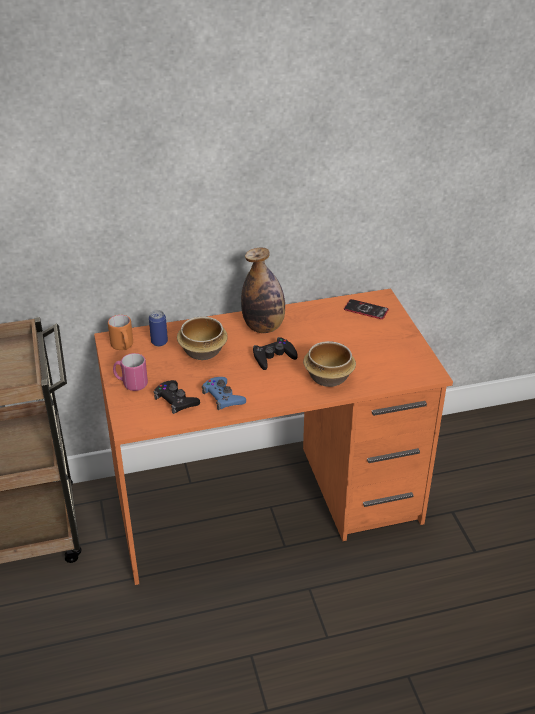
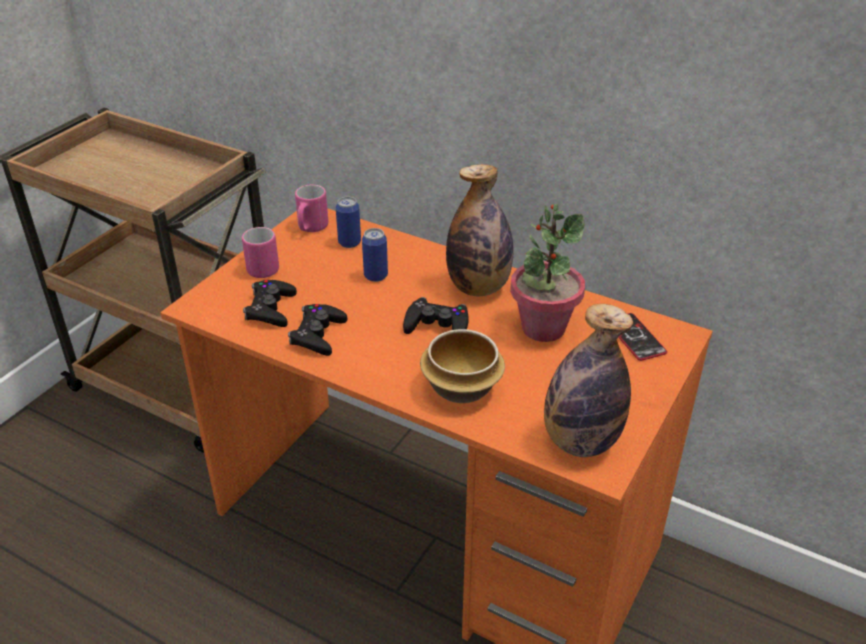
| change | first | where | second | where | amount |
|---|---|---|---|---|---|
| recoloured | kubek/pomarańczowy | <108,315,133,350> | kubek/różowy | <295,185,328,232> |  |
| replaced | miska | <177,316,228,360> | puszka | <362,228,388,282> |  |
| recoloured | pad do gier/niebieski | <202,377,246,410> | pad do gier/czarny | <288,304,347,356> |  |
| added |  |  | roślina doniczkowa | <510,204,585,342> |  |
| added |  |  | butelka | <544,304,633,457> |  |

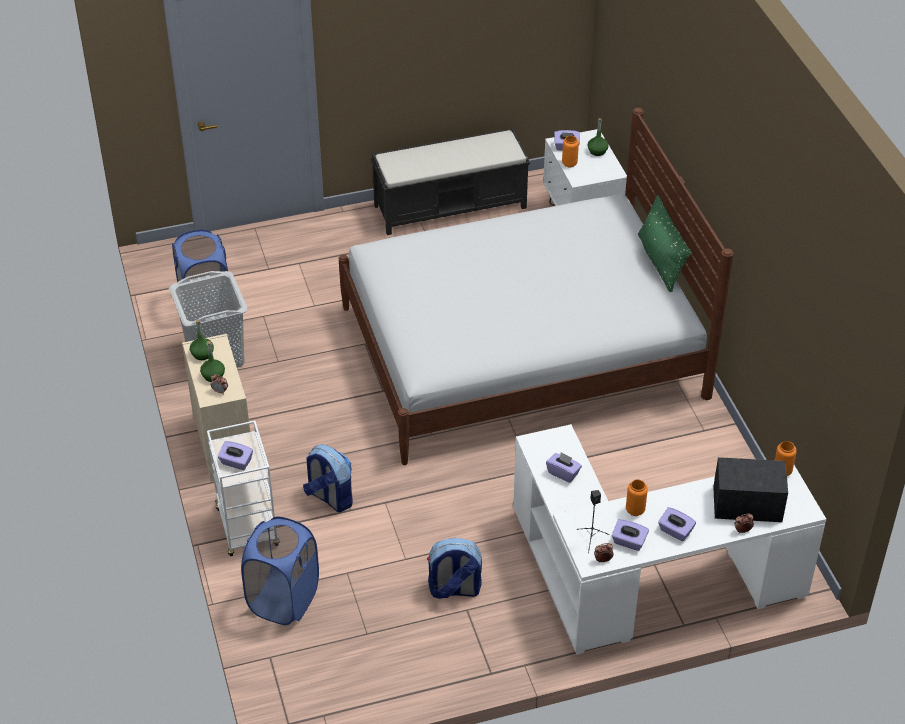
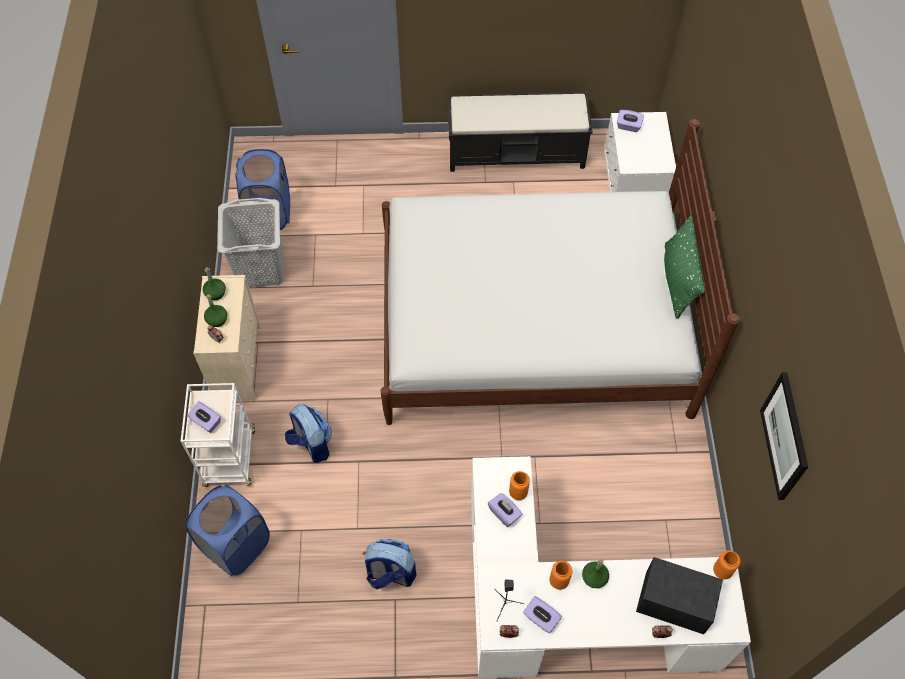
| change | first | where | second | where | amount |
|---|---|---|---|---|---|
| moved | wazon/pomarańczowy | <562,136,579,167> |  | <509,471,530,500> |  |
| moved | butelka/zielony | <587,118,609,156> |  | <582,559,609,588> |  |
| removed | pudełko chusteczek/fioletowy | <658,507,696,541> |  |  |  |
| added |  |  | obraz | <760,372,808,500> |  |

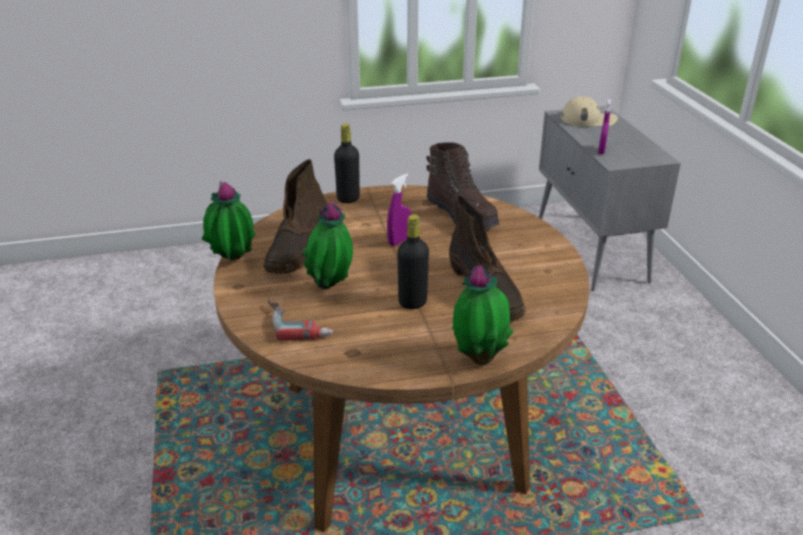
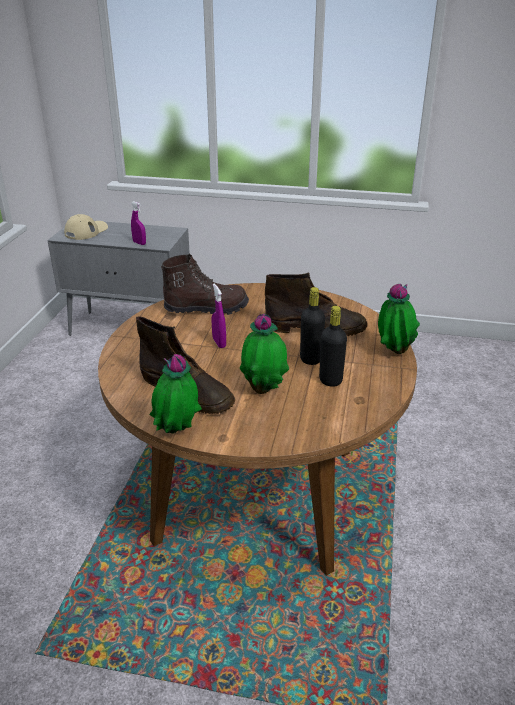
| change | first | where | second | where | amount |
|---|---|---|---|---|---|
| removed | wiertarka | <268,300,333,341> |  |  |  |
| moved | butelka/czarny | <334,124,360,203> |  | <319,306,347,387> |  |

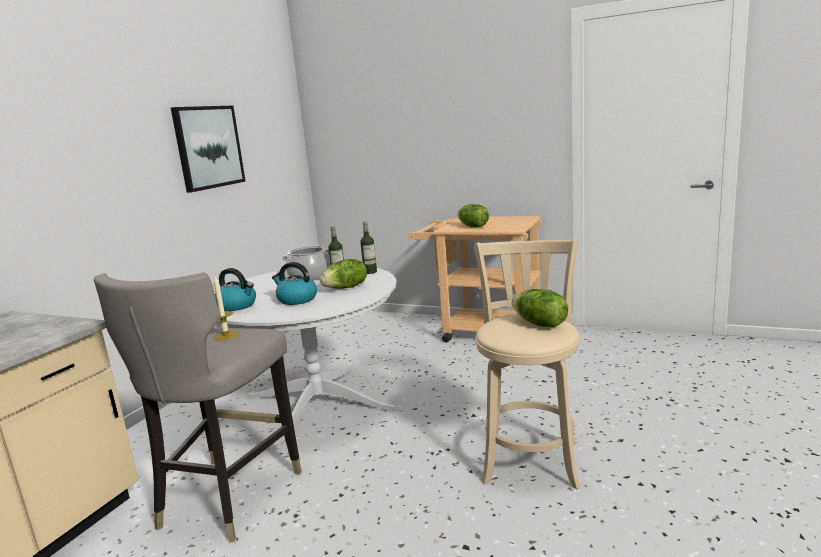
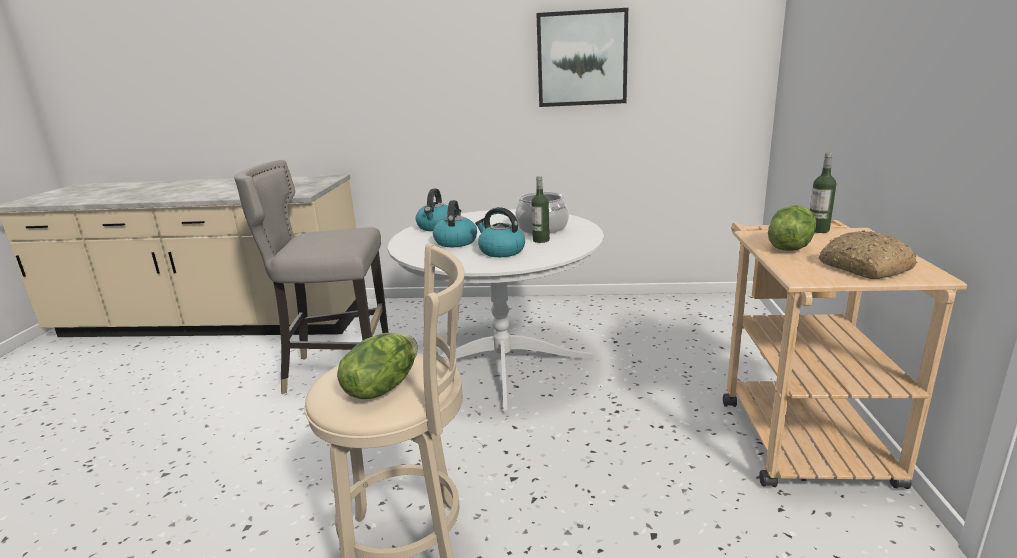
| change | first | where | second | where | amount |
|---|---|---|---|---|---|
| removed | świeca | <214,276,238,340> |  |  |  |
| replaced | sałata | <320,259,367,289> | czajnik | <475,207,525,257> |  |
| moved | butelka | <360,222,377,274> |  | <810,153,836,233> |  |
| added |  |  | chleb | <818,230,917,279> |  |

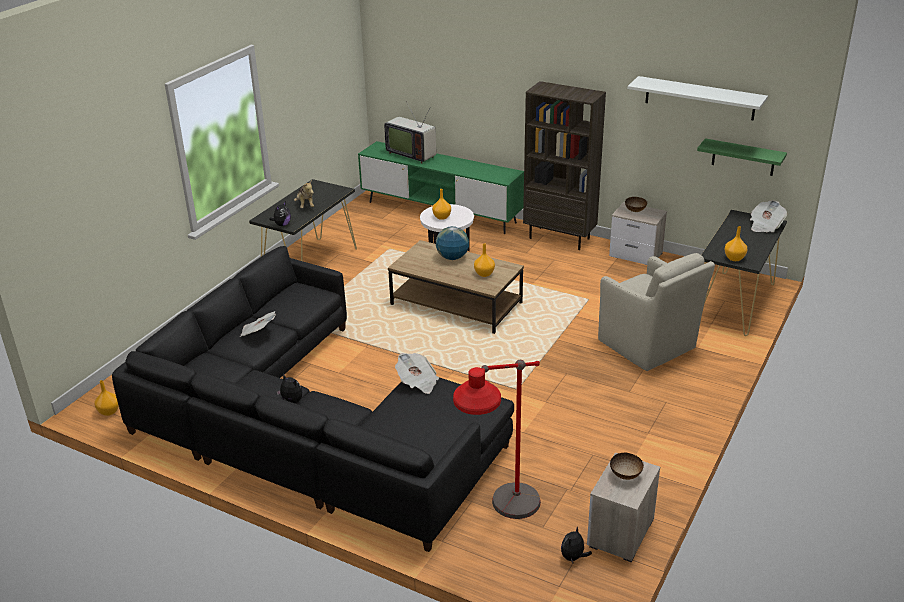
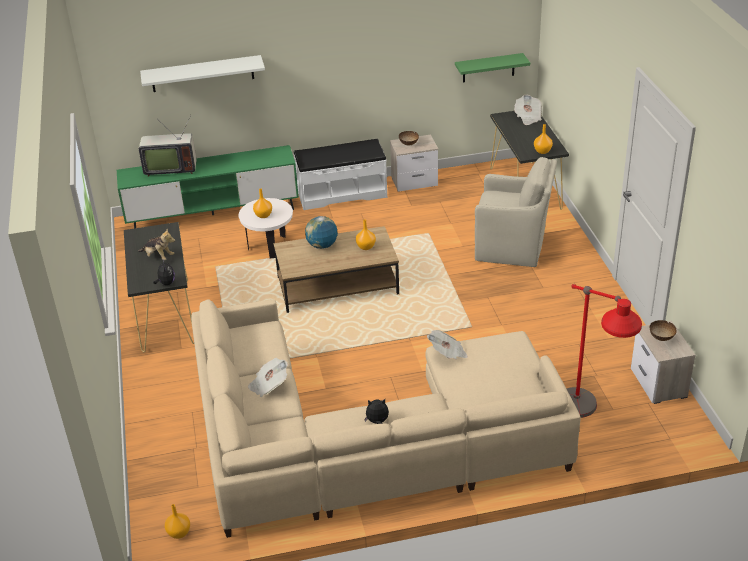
| change | first | where | second | where | amount |
|---|---|---|---|---|---|
| recoloured | kanapa/czarny | <112,246,514,552> | kanapa/beżowy | <191,299,581,538> |  |
| replaced | regał/brązowy | <523,81,606,250> | ławka/biały | <294,139,387,210> |  |
| removed | pluszak | <561,527,592,563> |  |  |  |
| moved | półka/biały | <627,76,768,120> |  | <140,55,265,92> |  |

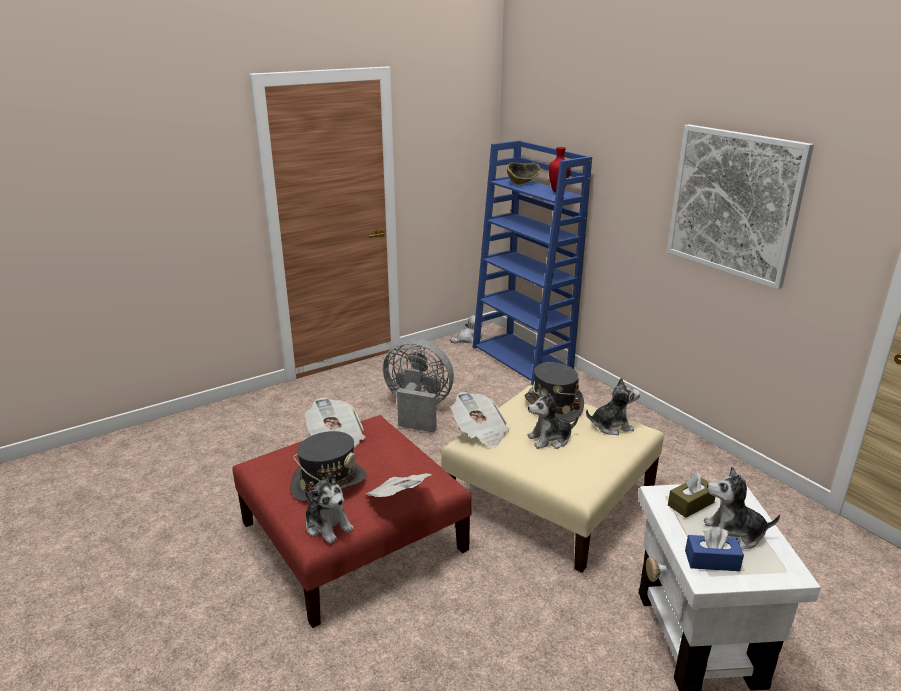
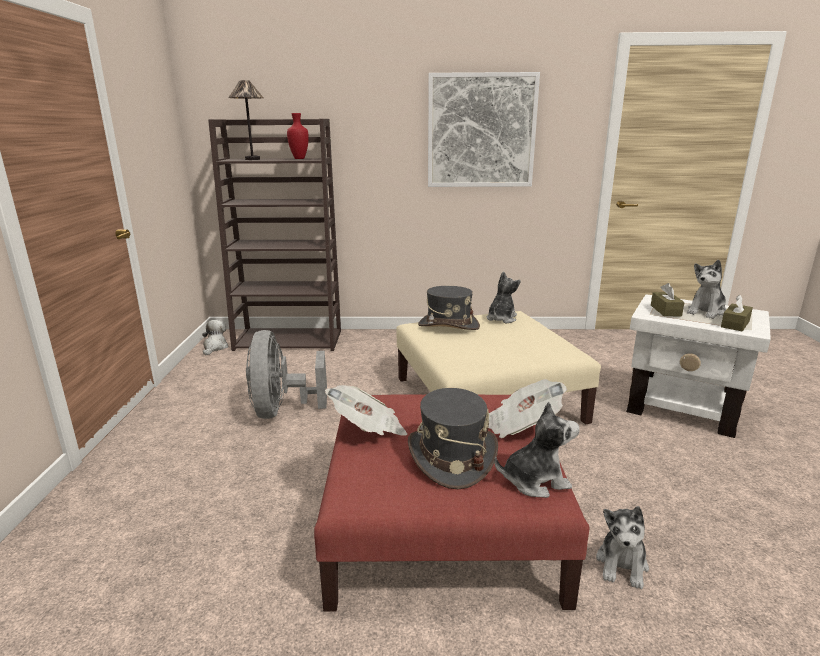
| change | first | where | second | where | amount |
|---|---|---|---|---|---|
| turned | wentylator/szary | <383,339,454,433> |  | <246,330,327,419> | 60 degrees counterclockwise |
| removed | gazeta | <451,392,510,448> |  |  |  |
| recoloured | regał/niebieski | <473,140,592,385> | regał/brązowy | <208,119,341,351> |  |
| replaced | miska | <507,162,541,185> | lampa stołowa | <228,80,263,160> |  |
| moved | pluszak | <527,390,578,449> |  | <596,506,649,589> |  |
| recoloured | pudełko chusteczek/niebieski | <685,527,744,571> | pudełko chusteczek/brązowy | <721,295,753,331> |  |

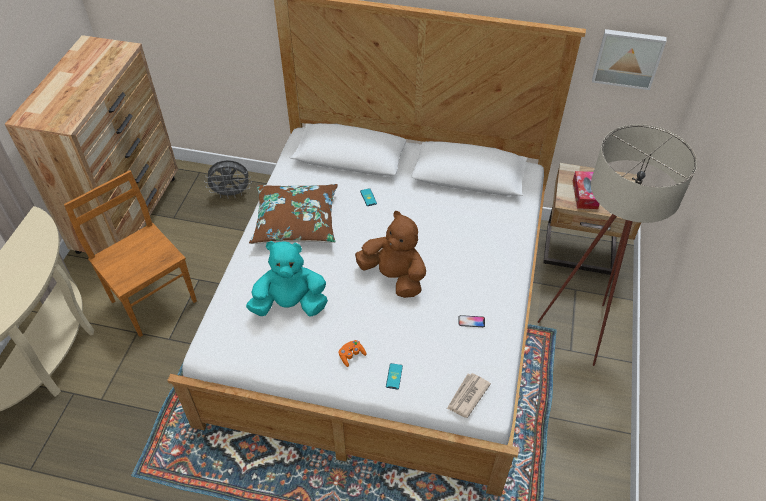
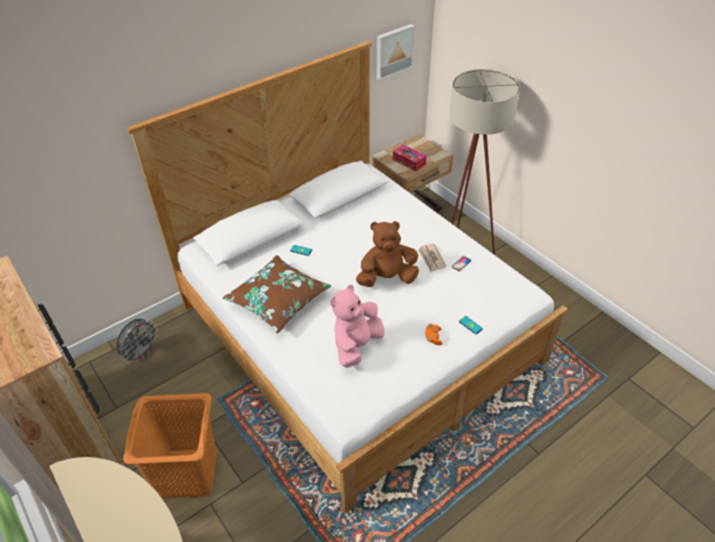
| change | first | where | second | where | amount |
|---|---|---|---|---|---|
| replaced | krzesło/brązowy | <64,170,197,337> | kosz na pranie/pomarańczowy | <123,393,217,498> |  |
| recoloured | pluszak/turkusowy | <246,241,328,317> | pluszak/różowy | <331,285,384,368> |  |
| moved | gazeta | <447,373,491,418> |  | <417,244,446,272> |  |

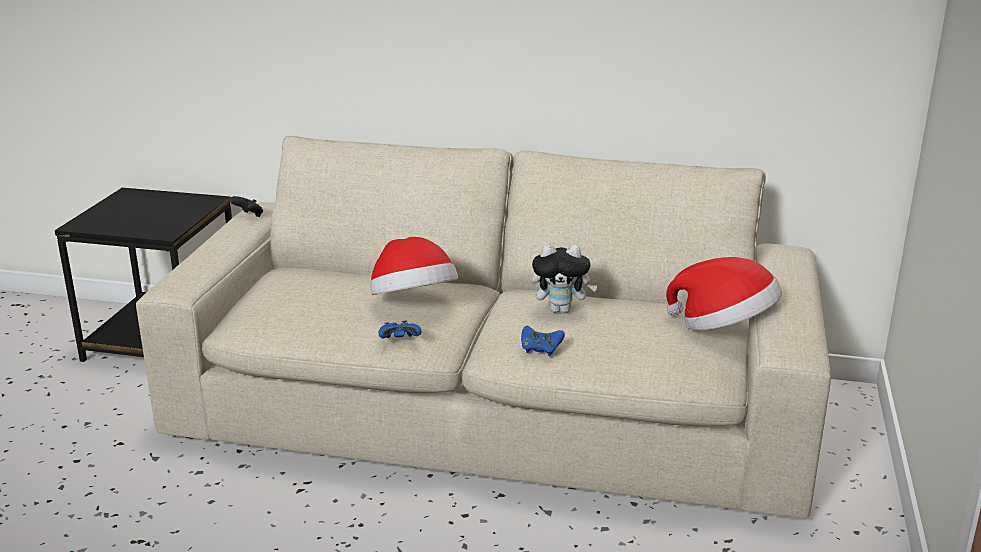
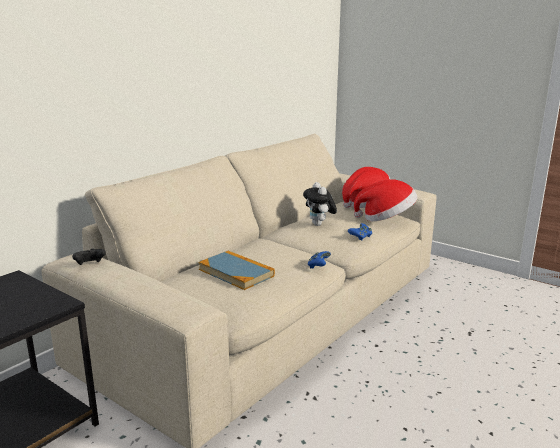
| change | first | where | second | where | amount |
|---|---|---|---|---|---|
| moved | kapelusz | <370,237,458,295> |  | <354,179,417,221> |  |
| turned | pluszak | <531,244,598,313> |  | <303,182,337,226> | 135 degrees clockwise |
| added |  |  | książka | <199,251,275,290> |  |

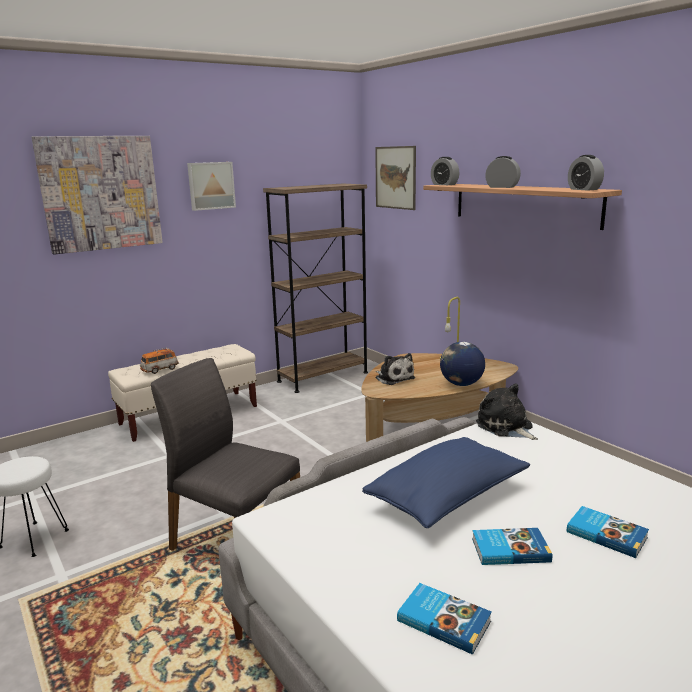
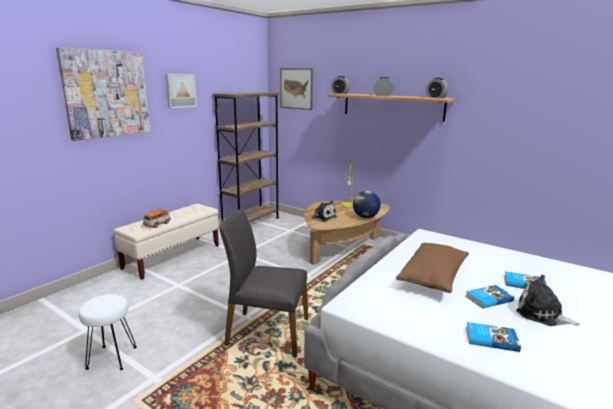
| change | first | where | second | where | amount |
|---|---|---|---|---|---|
| recoloured | poduszka/niebieski | <362,437,530,528> | poduszka/brązowy | <396,243,469,293> |  |
| moved | pluszak | <476,384,538,440> |  | <516,275,580,326> |  |

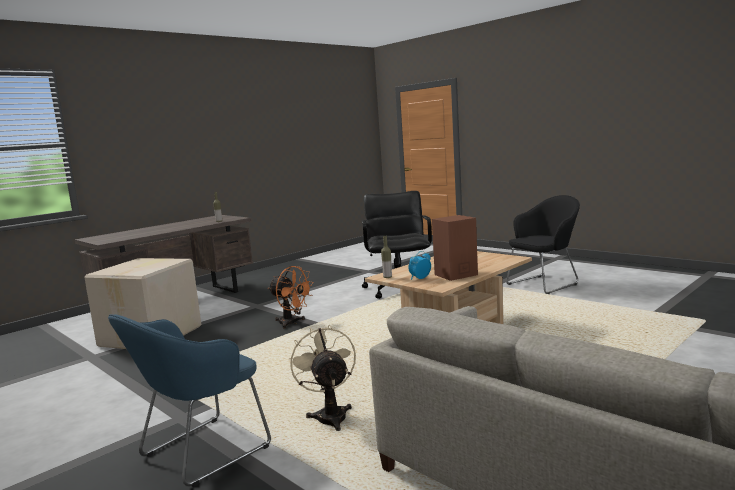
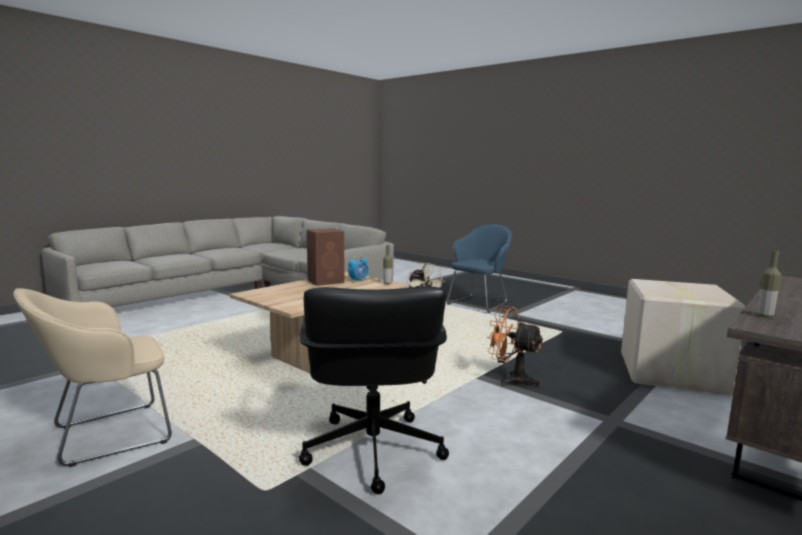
| change | first | where | second | where | amount |
|---|---|---|---|---|---|
| recoloured | fotel/czarny | <506,195,580,294> | fotel/beżowy | <13,288,172,467> |  |

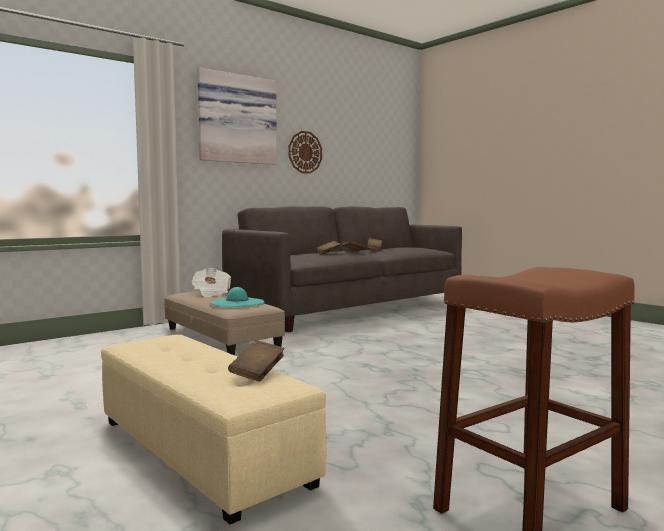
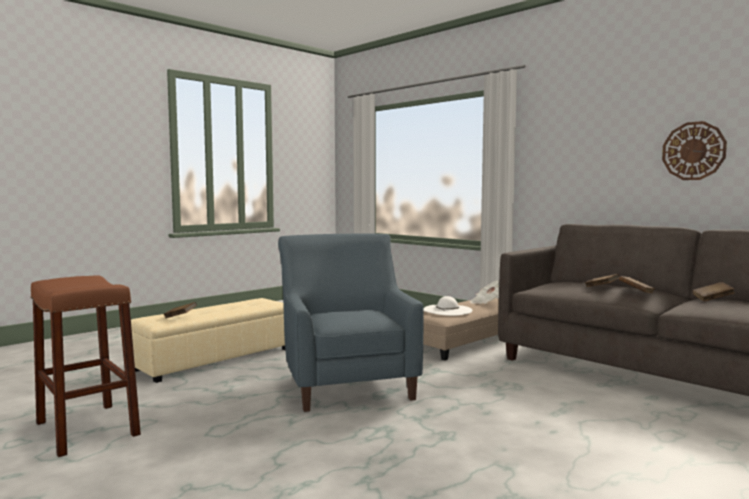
| change | first | where | second | where | amount |
|---|---|---|---|---|---|
| removed | obraz | <197,68,277,164> |  |  |  |
| recoloured | kapelusz/turkusowy | <209,287,264,307> | kapelusz/biały | <424,296,473,316> |  |
| added |  |  | fotel/niebieski | <278,234,424,412> |  |

